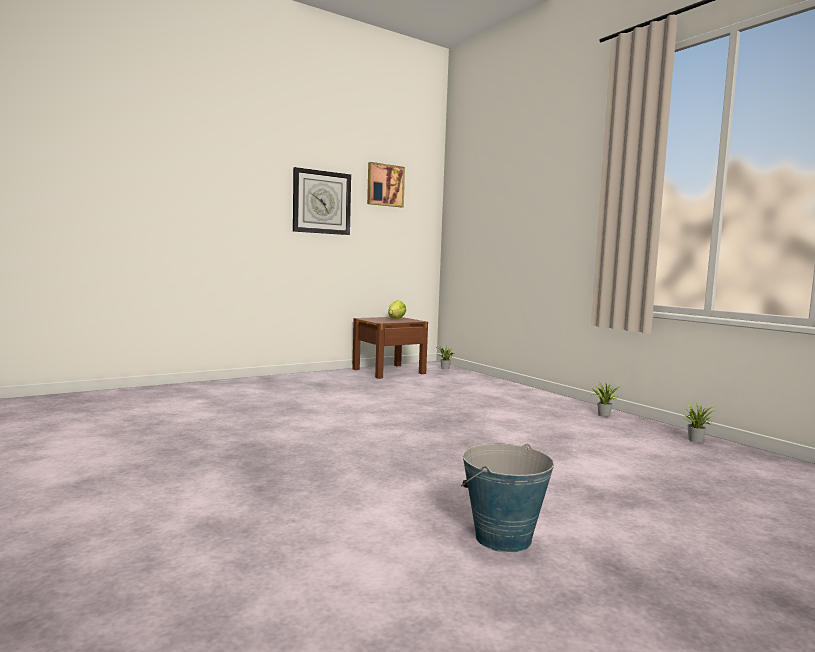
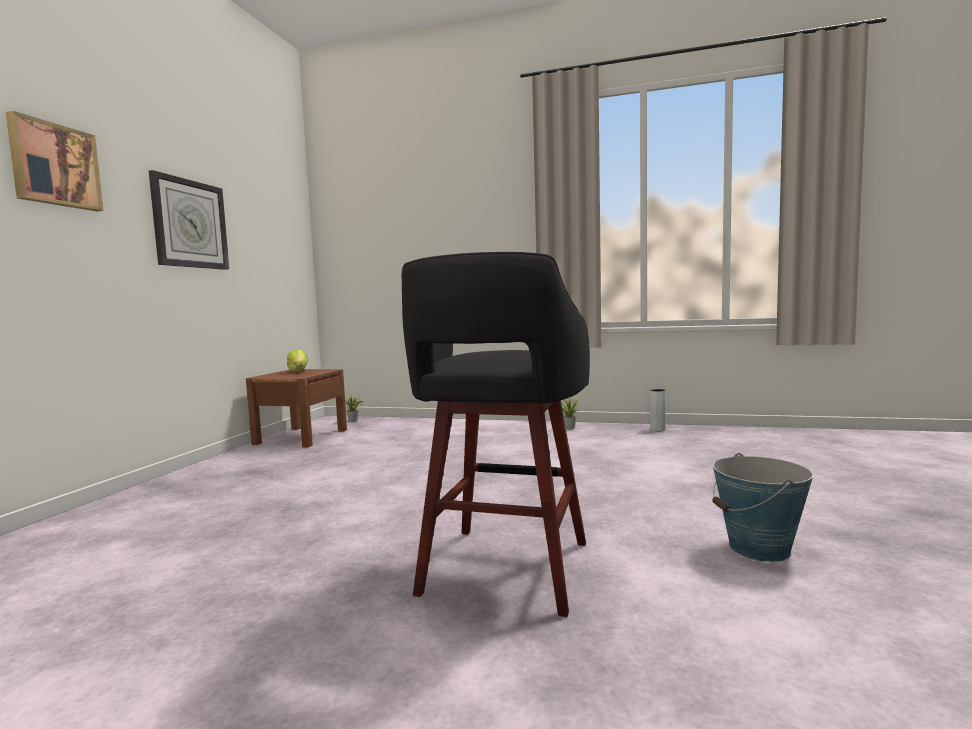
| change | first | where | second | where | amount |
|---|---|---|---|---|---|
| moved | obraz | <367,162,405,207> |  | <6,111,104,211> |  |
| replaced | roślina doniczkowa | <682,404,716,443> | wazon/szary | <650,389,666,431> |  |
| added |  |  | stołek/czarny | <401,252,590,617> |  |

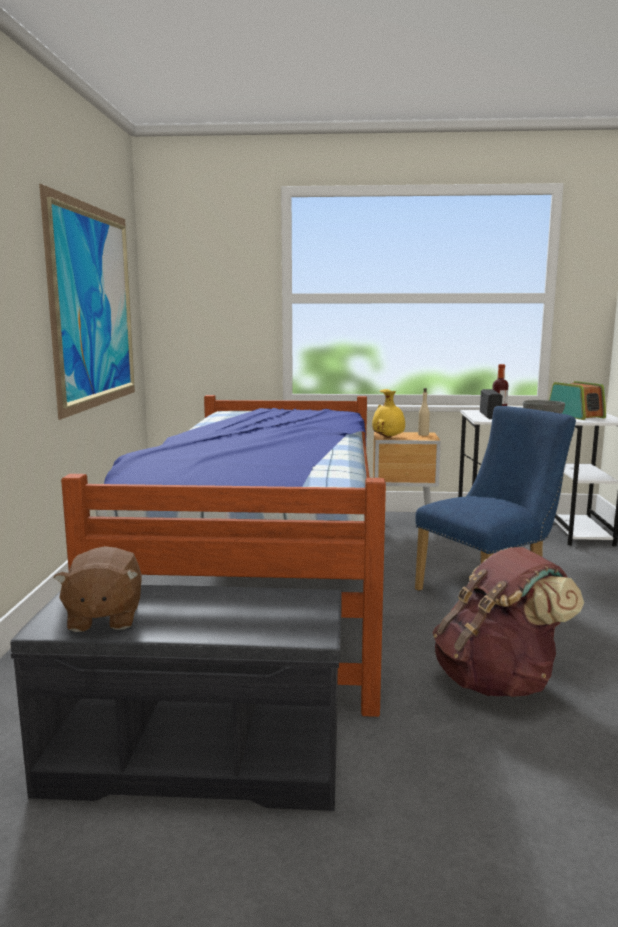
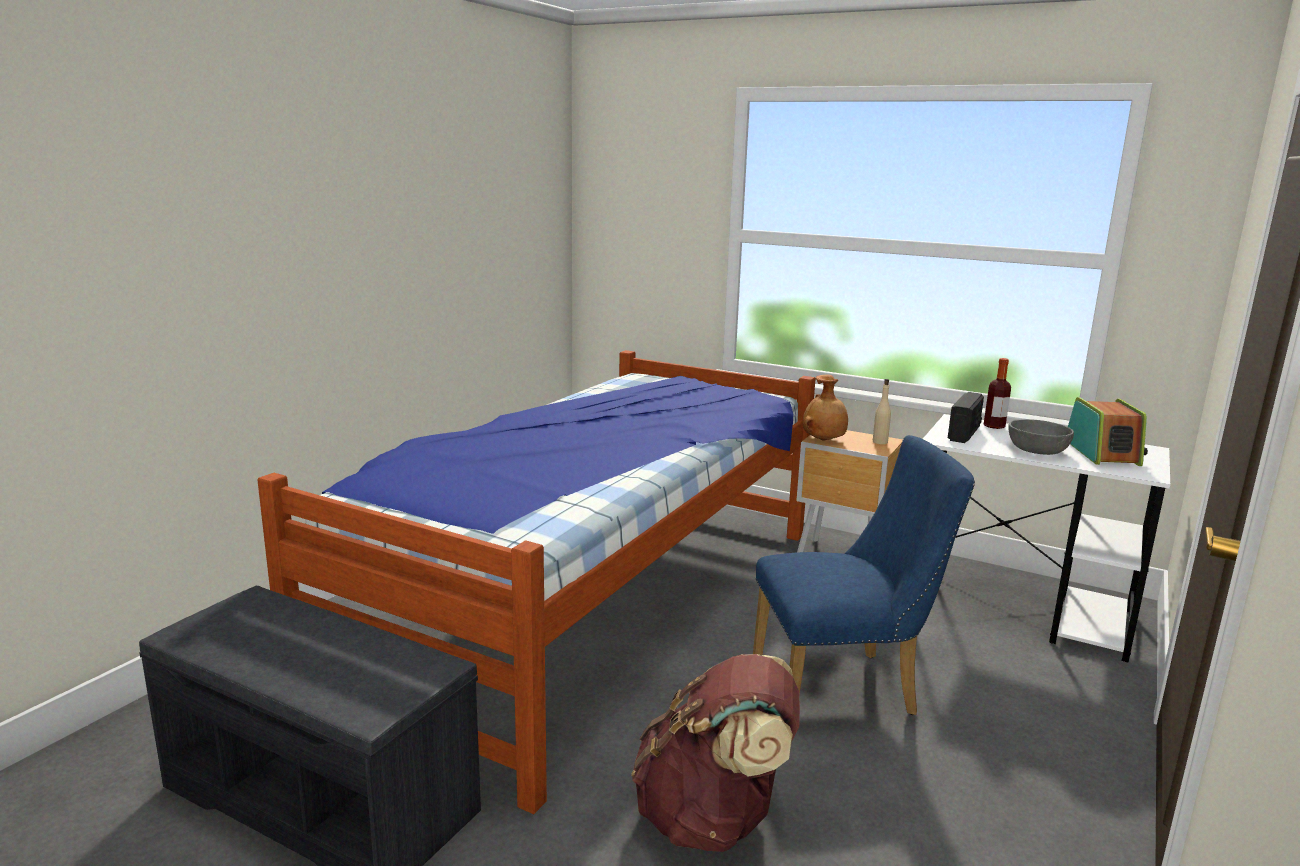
| change | first | where | second | where | amount |
|---|---|---|---|---|---|
| removed | obraz | <39,184,135,420> |  |  |  |
| removed | pluszak/brązowy | <54,546,142,632> |  |  |  |
| recoloured | wazon/żółty | <372,389,405,438> | wazon/brązowy | <803,375,848,441> |  |

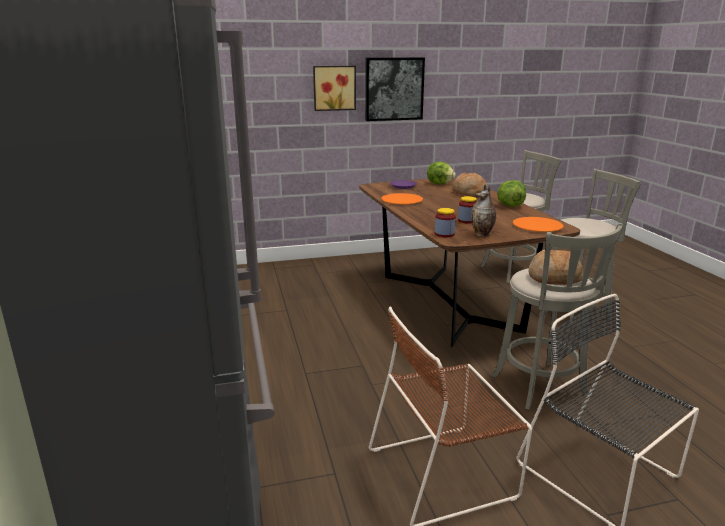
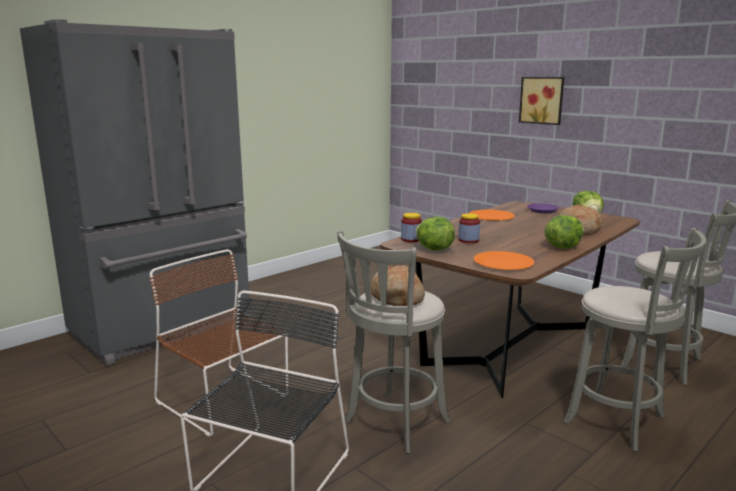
| change | first | where | second | where | amount |
|---|---|---|---|---|---|
| removed | obraz | <365,57,425,121> |  |  |  |
| replaced | wazon | <471,184,496,237> | sałata | <416,217,455,250> |  |

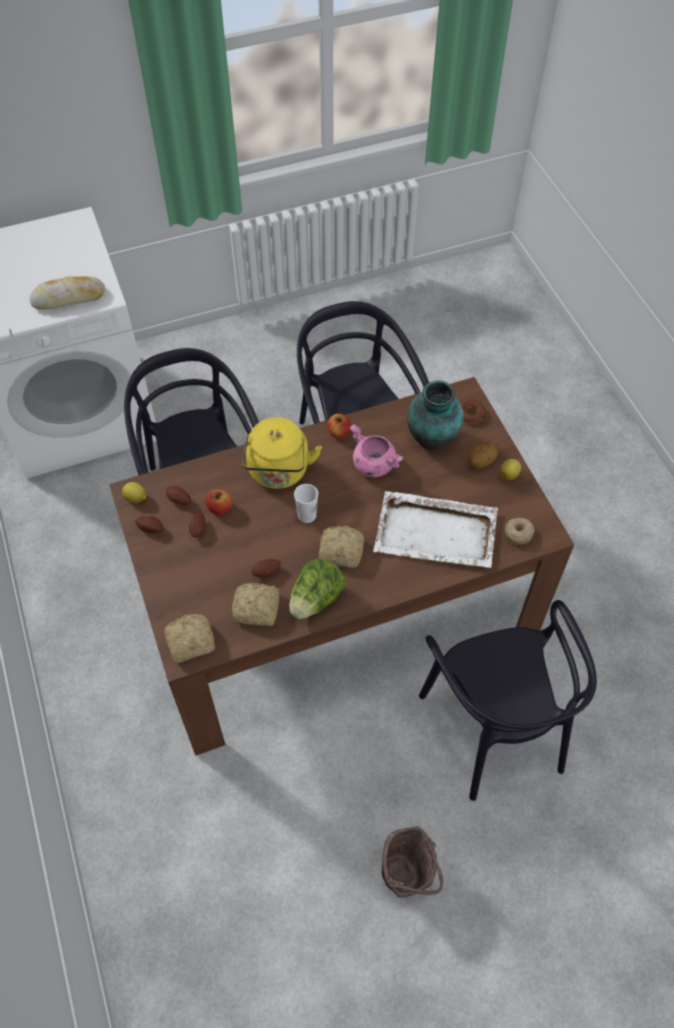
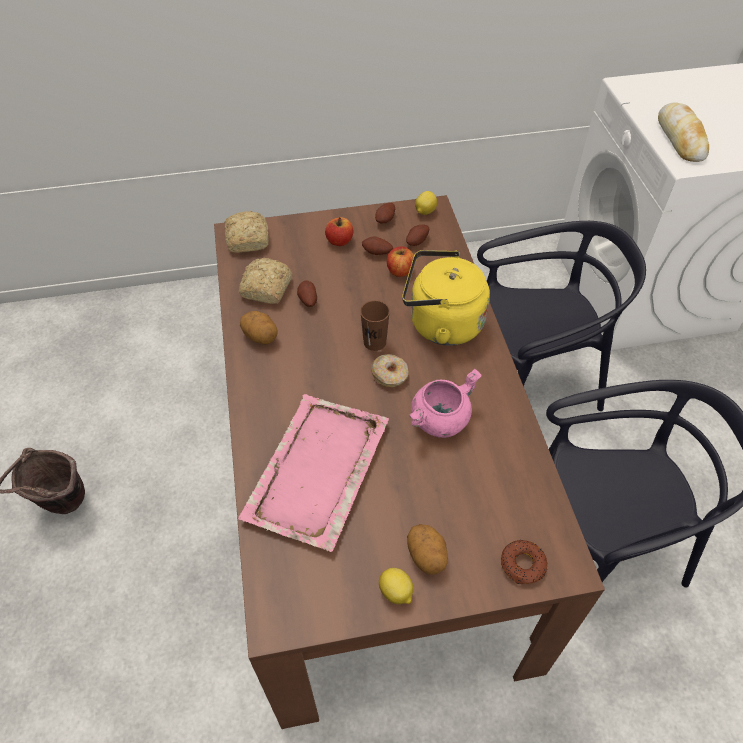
| change | first | where | second | where | amount |
|---|---|---|---|---|---|
| replaced | sałata | <289,558,346,619> | ziemniak | <240,311,278,344> |  |
| recoloured | filiżanka/biały | <294,484,318,523> | filiżanka/brązowy | <360,300,390,351> |  |
| removed | chleb | <319,526,364,568> |  |  |  |
| moved | jabłko | <328,413,351,439> |  | <325,217,353,246> |  |
| recoloured | taca/biały | <373,491,498,568> | taca/różowy | <238,394,389,552> |  |
| removed | wazon | <407,380,464,451> |  |  |  |
| removed | krzesło/czarny | <419,600,597,801> |  |  |  |
| moved | donut | <505,518,535,545> |  | <371,354,409,387> |  |

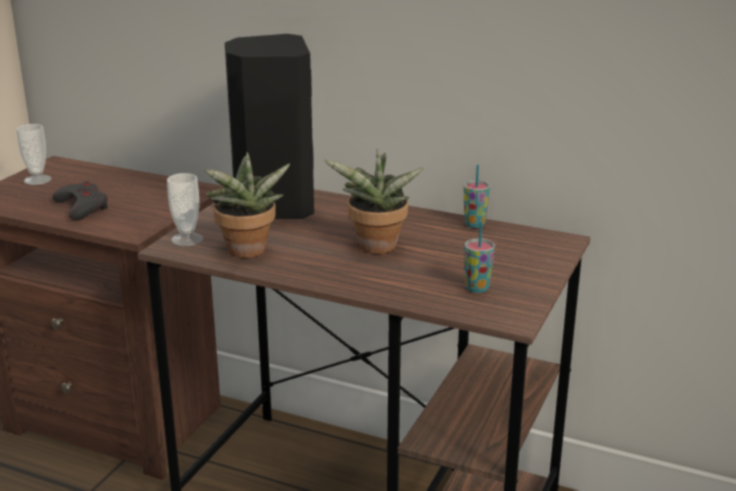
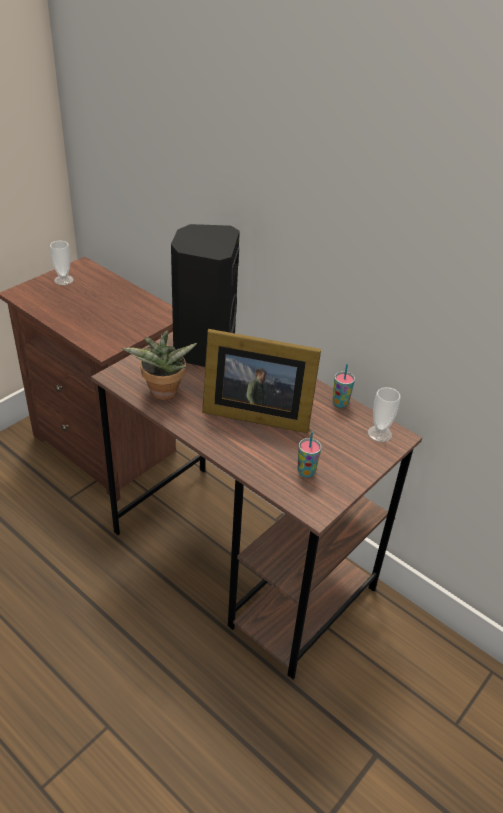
| change | first | where | second | where | amount |
|---|---|---|---|---|---|
| removed | pad do gier/szary | <52,181,108,221> |  |  |  |
| moved | filiżanka | <167,173,203,246> |  | <368,387,401,442> |  |
| replaced | roślina doniczkowa | <324,149,424,254> | ramka na zdjęcie | <202,329,321,433> |  |

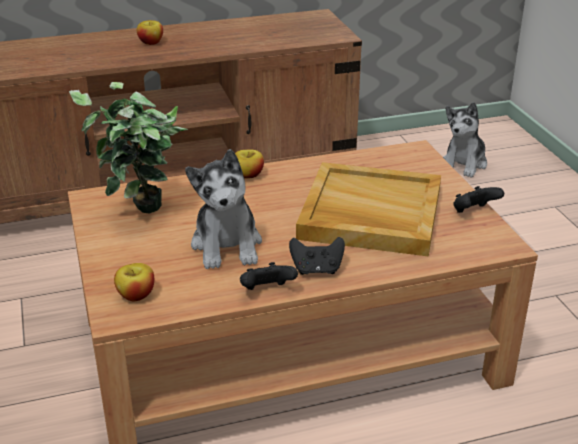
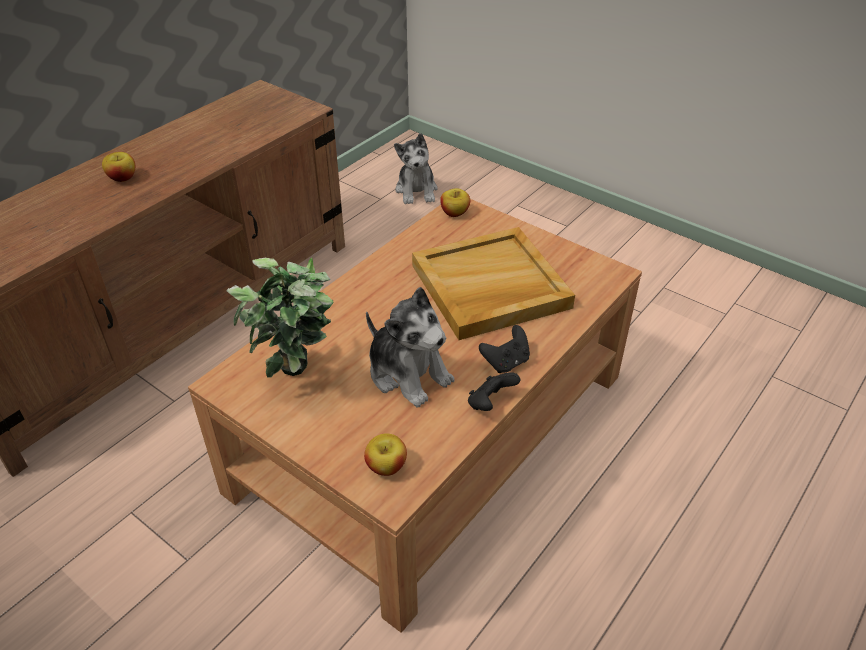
| change | first | where | second | where | amount |
|---|---|---|---|---|---|
| moved | jabłko | <235,150,264,179> |  | <440,188,470,217> |  |
| removed | pad do gier/czarny | <453,186,504,213> |  |  |  |

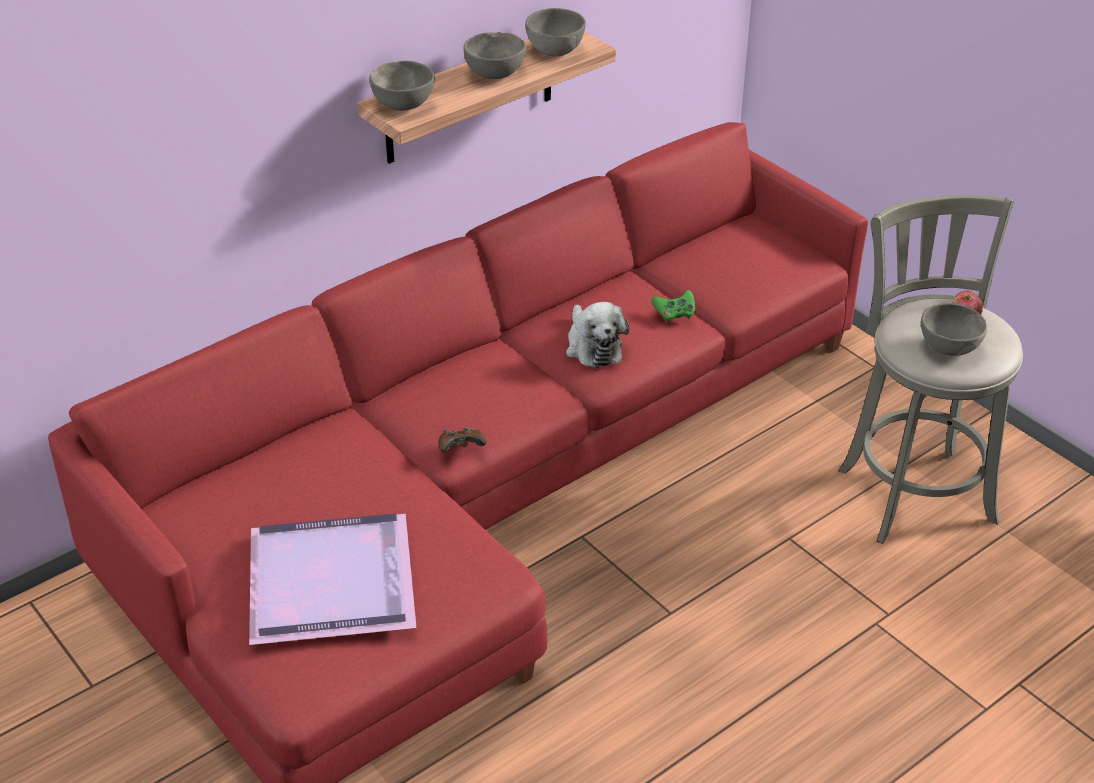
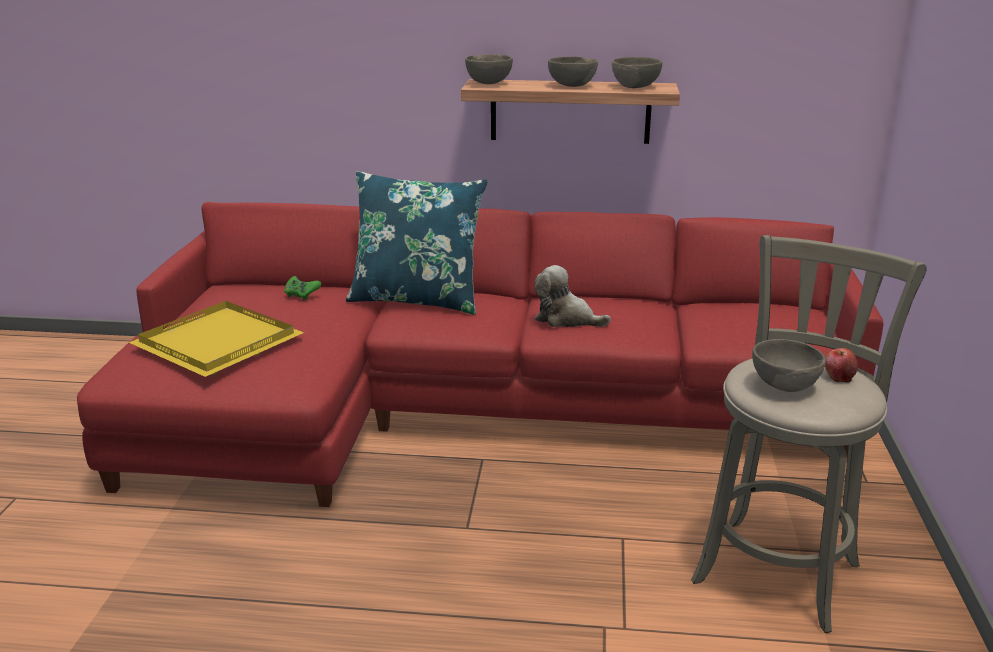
| change | first | where | second | where | amount |
|---|---|---|---|---|---|
| recoloured | taca/fioletowy | <249,513,417,645> | taca/żółty | <129,301,304,377> |  |
| removed | pad do gier/brązowy | <439,428,487,452> |  |  |  |
| turned | pluszak | <566,302,629,368> |  | <535,265,611,327> | 90 degrees clockwise |
| moved | pad do gier/zielony | <651,290,695,323> |  | <284,276,321,300> |  |
| added |  |  | poduszka/niebieski | <346,171,488,315> |  |

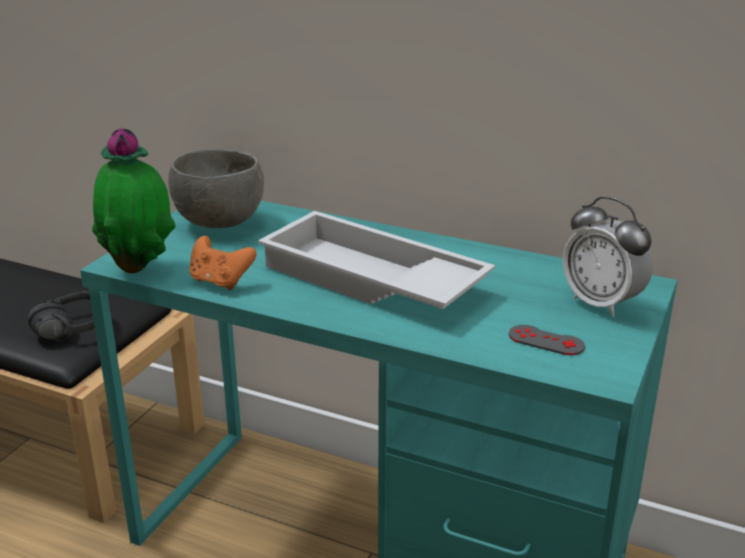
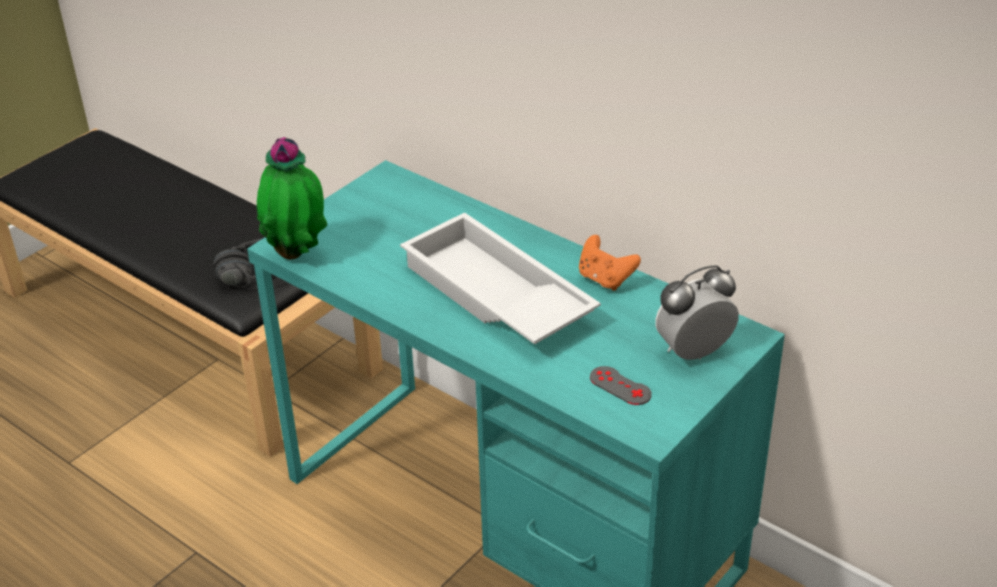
| change | first | where | second | where | amount |
|---|---|---|---|---|---|
| removed | miska/szary | <168,149,264,228> |  |  |  |
| moved | pad do gier/pomarańczowy | <189,236,256,290> |  | <579,235,641,291> |  |
| turned | budzik | <563,196,653,317> |  | <655,265,739,360> | 90 degrees clockwise |

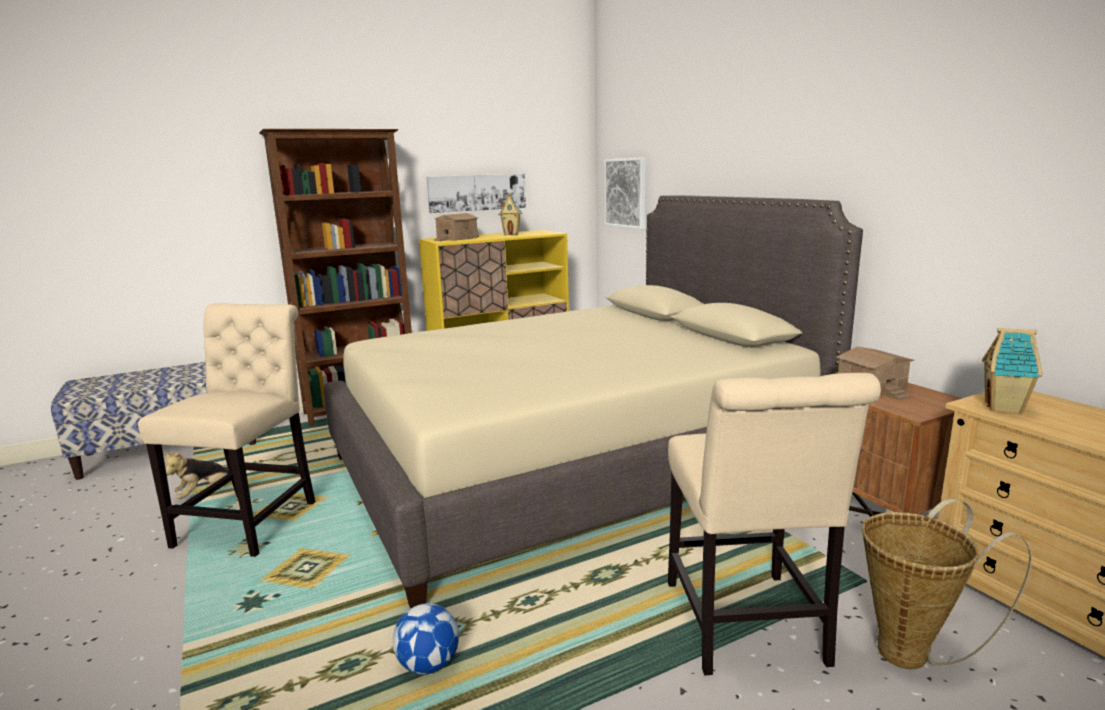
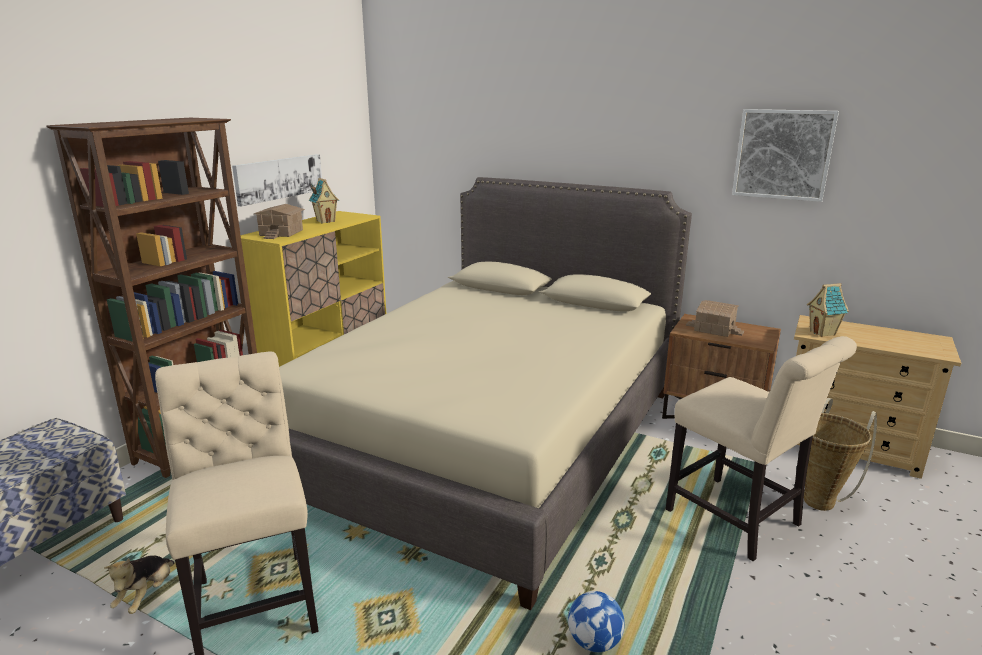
| change | first | where | second | where | amount |
|---|---|---|---|---|---|
| moved | obraz | <604,157,646,230> |  | <732,109,839,202> |  |

